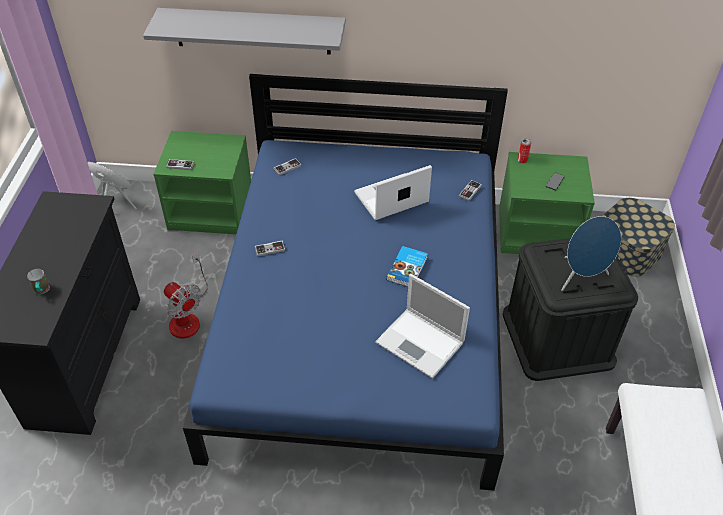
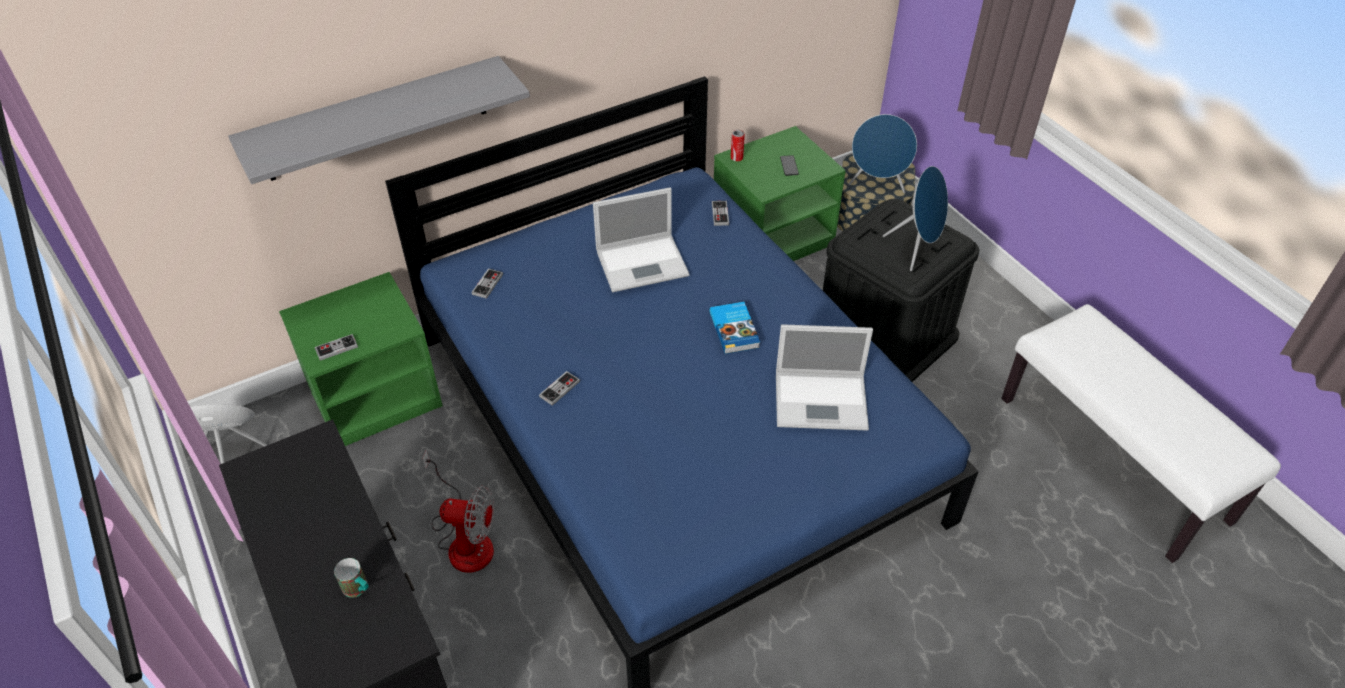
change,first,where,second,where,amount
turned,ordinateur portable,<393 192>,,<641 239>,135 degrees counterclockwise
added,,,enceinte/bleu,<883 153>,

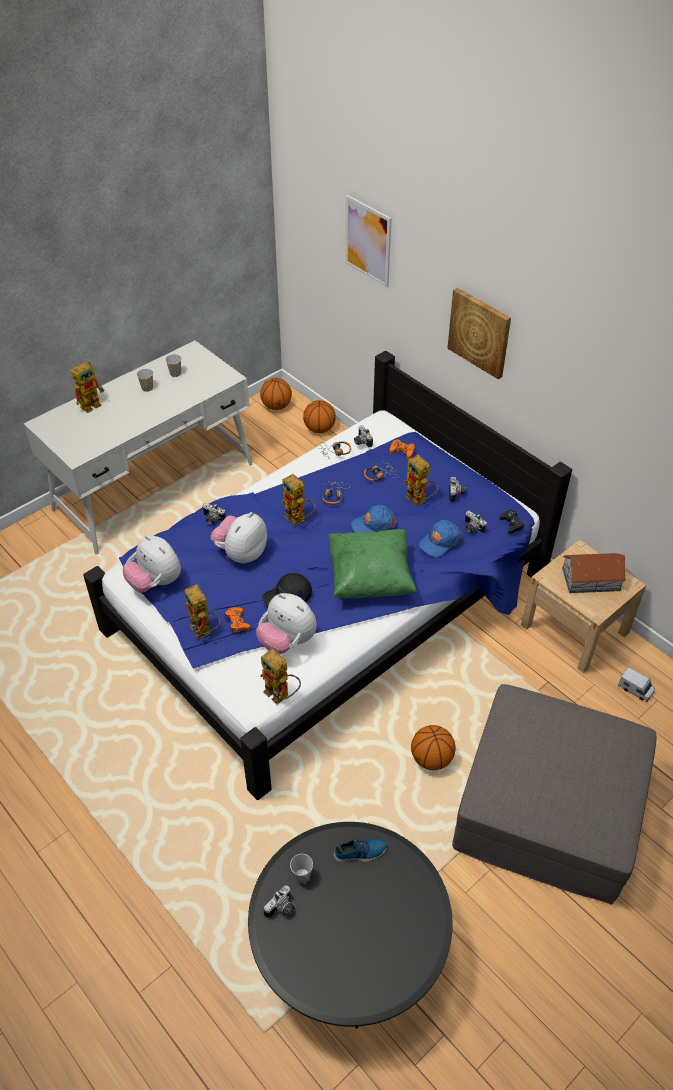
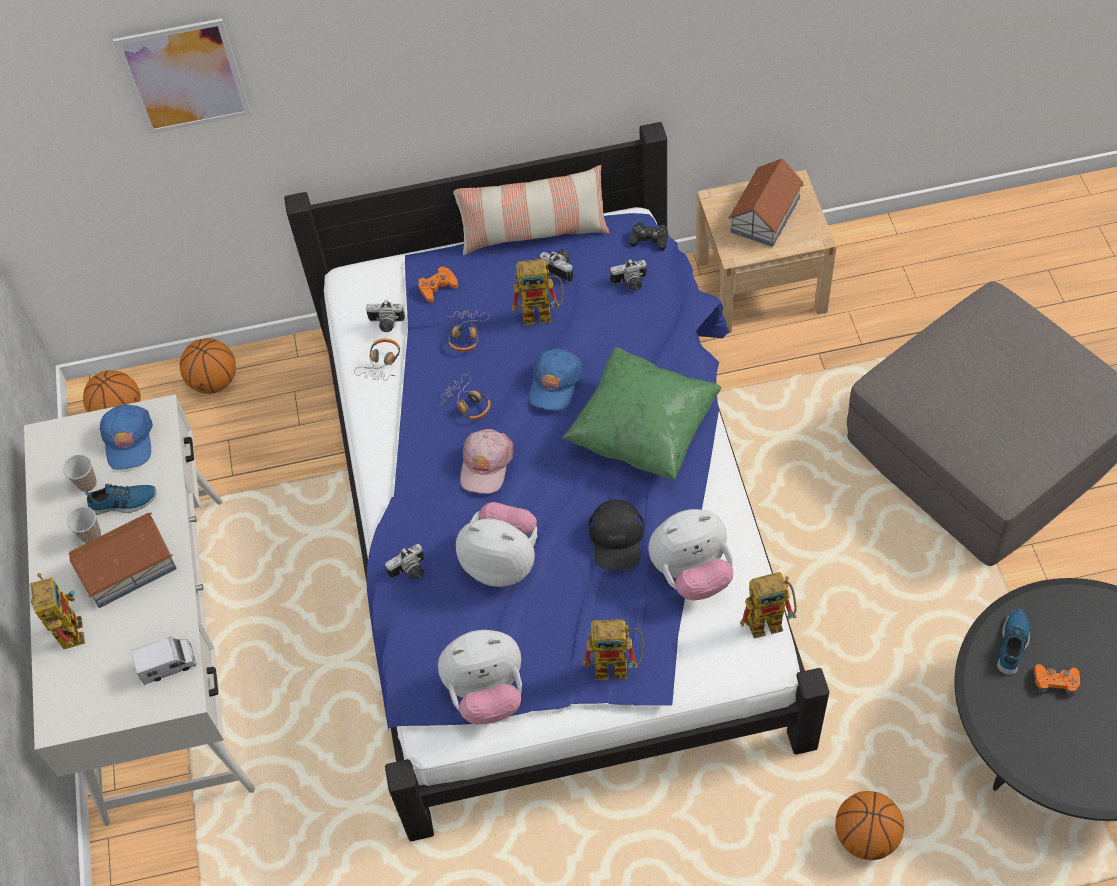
change,first,where,second,where,amount
added,,,maison miniature,<122 560>,
added,,,chaussure,<121 499>,
moved,casquette/bleu,<440 538>,,<126 437>,
moved,camion jouet,<636 684>,,<164 660>,
added,,,coussin,<531 210>,
turned,peluche,<238 537>,,<496 544>,135 degrees clockwise
replaced,robot jouet,<299 500>,casquette/rose,<486 461>,
moved,ballon de basket,<433 747>,,<869 825>,
moved,manette/orange,<237 619>,,<1057 680>,
removed,appareil photo,<279 901>,,,
removed,tasse,<301 868>,,,
removed,tableau,<479 333>,,,

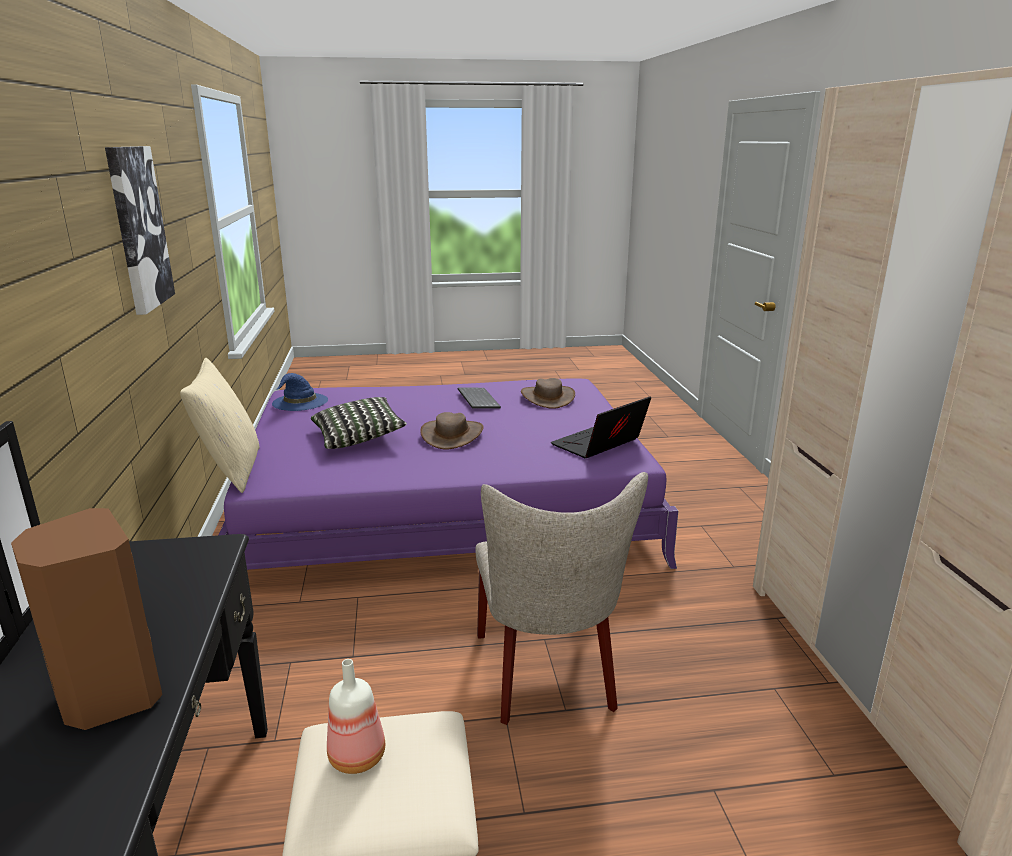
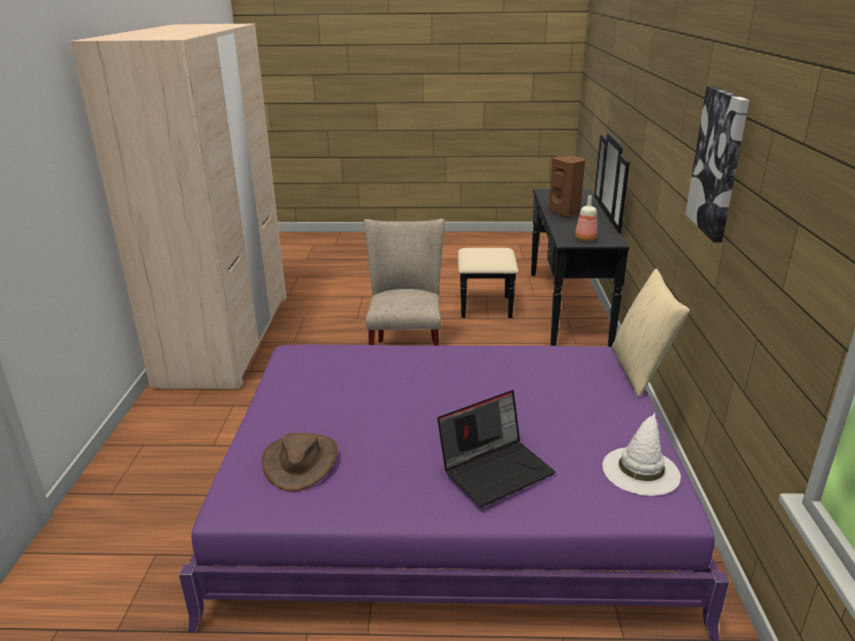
change,first,where,second,where,amount
moved,ordinateur portable,<601 427>,,<496 448>,
moved,bouteille,<356 716>,,<586 218>,
recoloured,chapeau/bleu,<300 392>,chapeau/blanc,<641 454>,
removed,coussin,<359 423>,,,
removed,chapeau/marron,<452 430>,,,
removed,clavier,<479 398>,,,

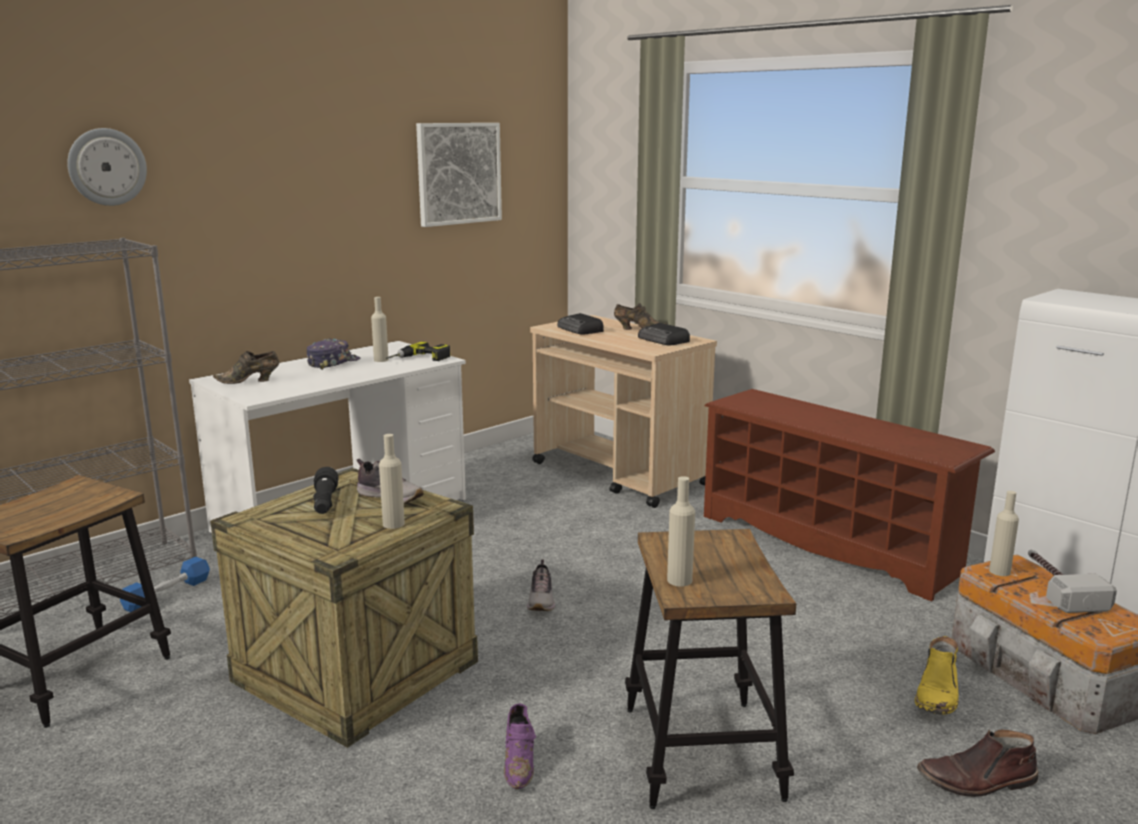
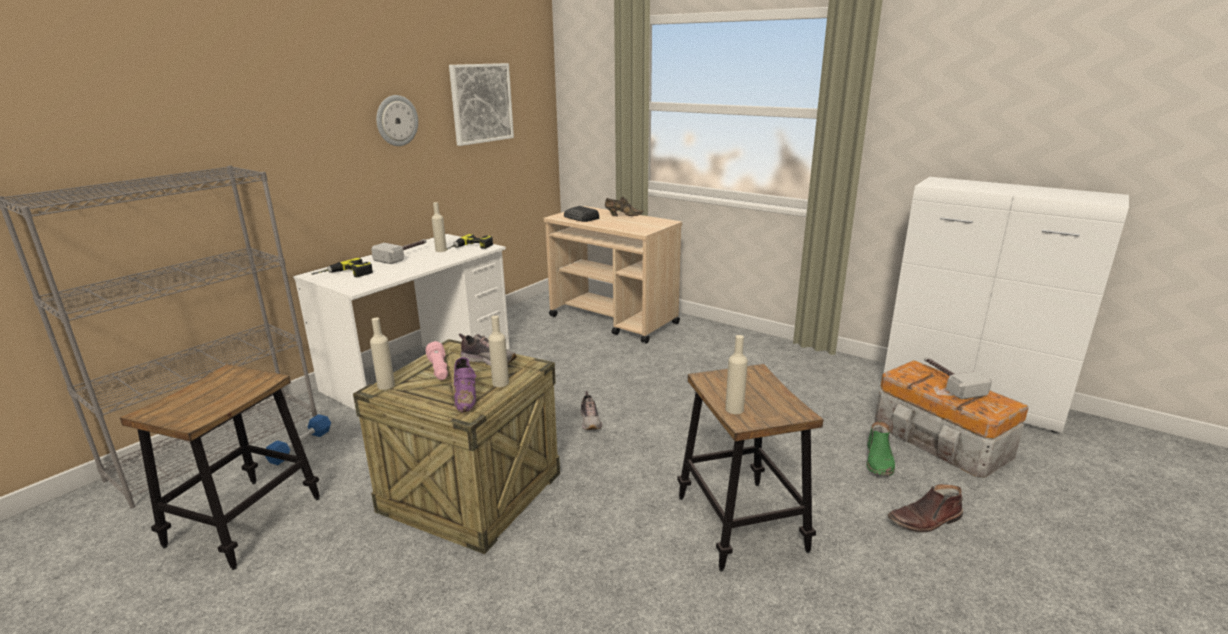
change,first,where,second,where,amount
replaced,chaussure/marron,<246 367>,perceuse,<342 267>,
moved,bouteille/beige,<1004 533>,,<382 354>,
replaced,casquette,<334 354>,marteau,<399 251>,
moved,horloge murale,<107 167>,,<397 120>,
recoloured,lampe de poche/noir,<325 490>,lampe de poche/rose,<437 360>,
moved,chaussure/violet,<520 746>,,<465 384>,
recoloured,botte/jaune,<936 675>,botte/vert,<880 448>,
removed,radio,<664 334>,,,
removed,étagère à chaussures/marron,<849 495>,,,

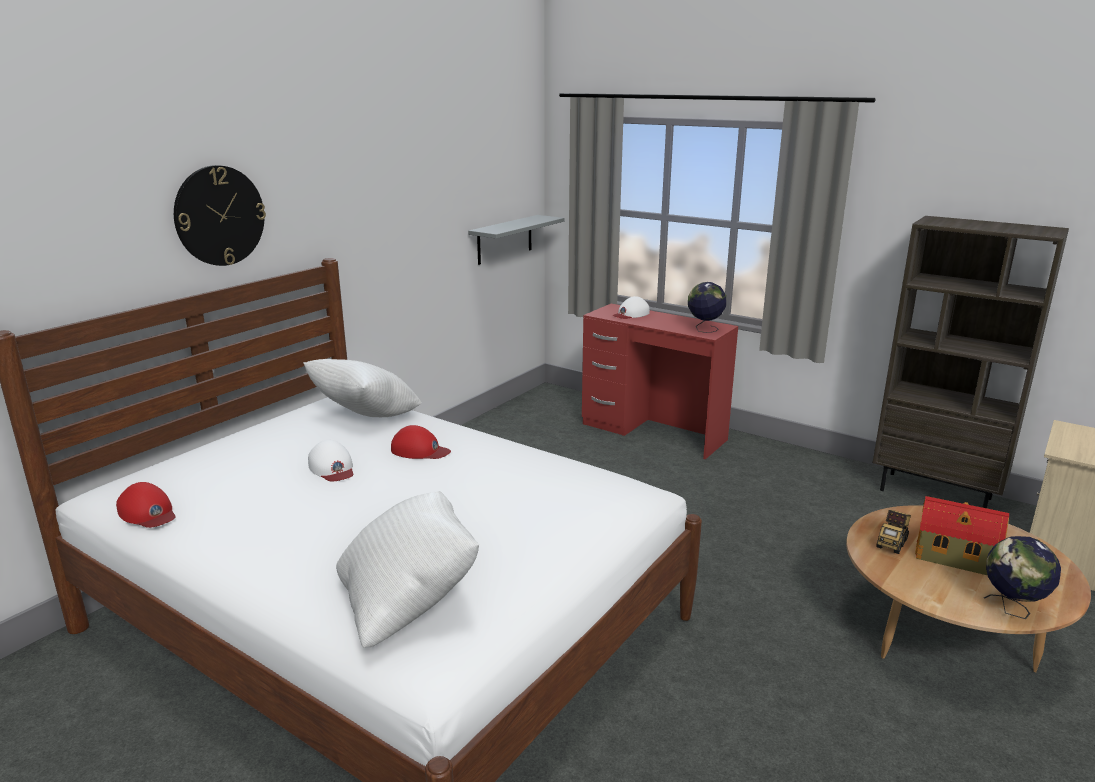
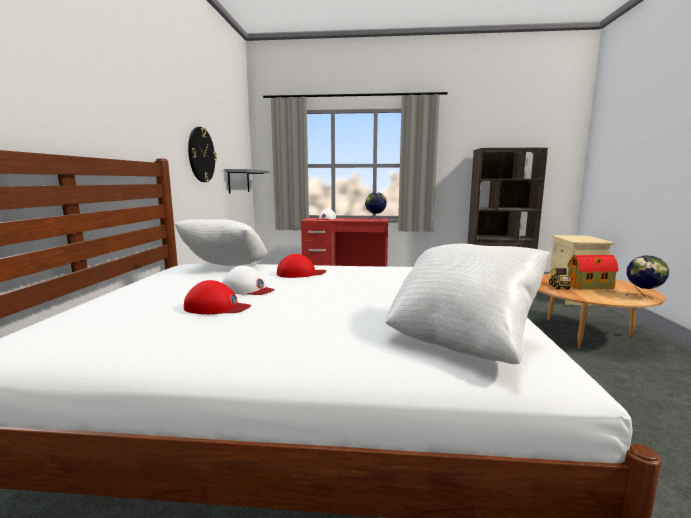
change,first,where,second,where,amount
moved,casquette/rouge,<146 505>,,<217 297>,
moved,horloge murale,<220 215>,,<202 154>,

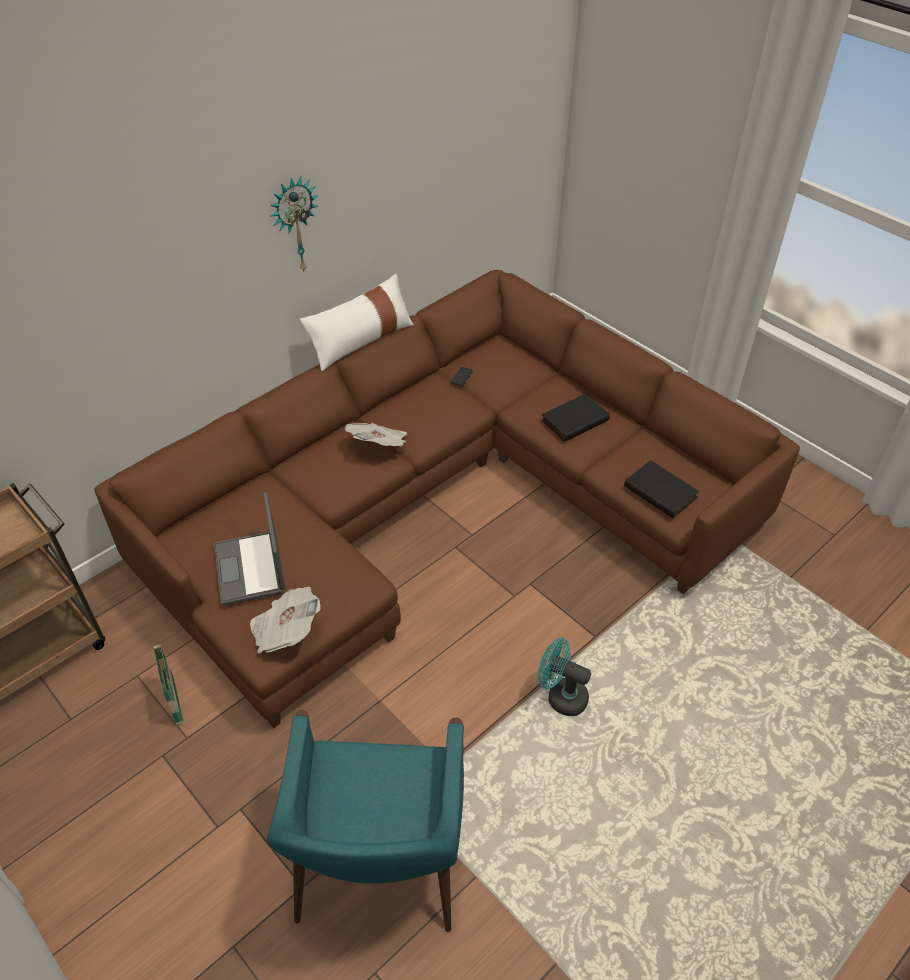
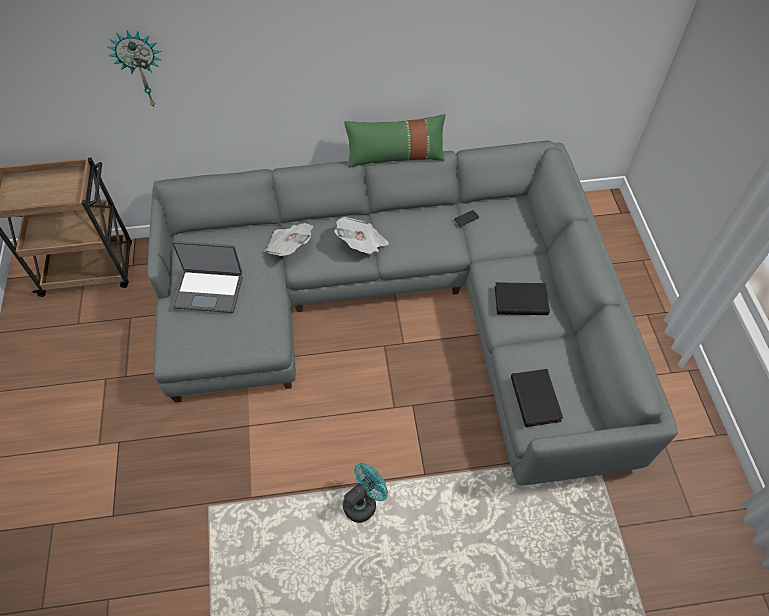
change,first,where,second,where,amount
moved,horloge murale,<294 224>,,<134 69>,
recoloured,canapé/marron,<447 499>,canapé/gris,<412 312>,
turned,ordinateur portable,<249 549>,,<207 277>,105 degrees counterclockwise
moved,journal,<285 620>,,<289 239>,
turned,ventilateur/turquoise,<564 677>,,<365 493>,75 degrees clockwise
recoloured,coussin/blanc,<357 322>,coussin/vert,<394 141>,
removed,panier,<167 684>,,,
removed,fauteuil/turquoise,<365 821>,,,

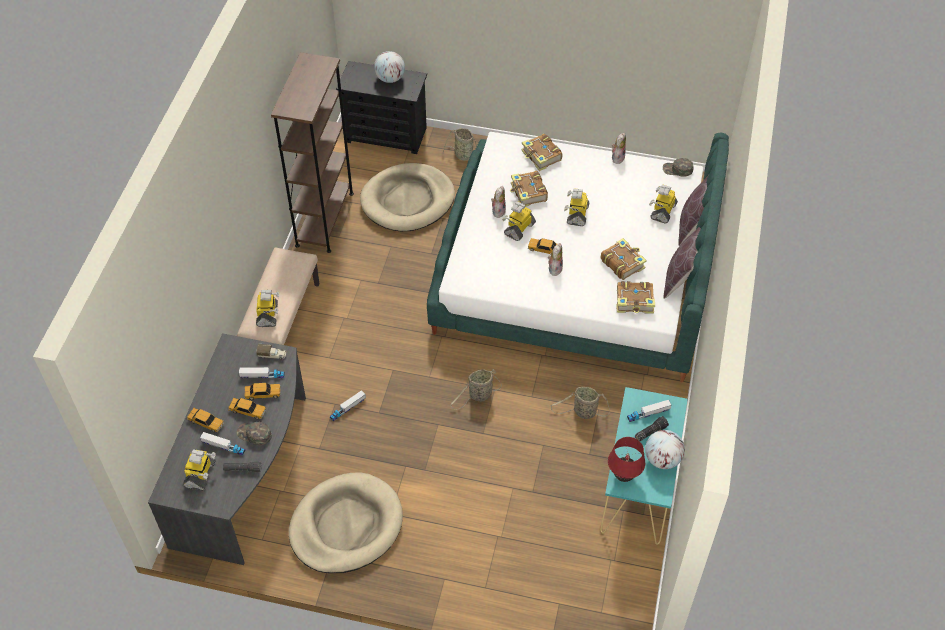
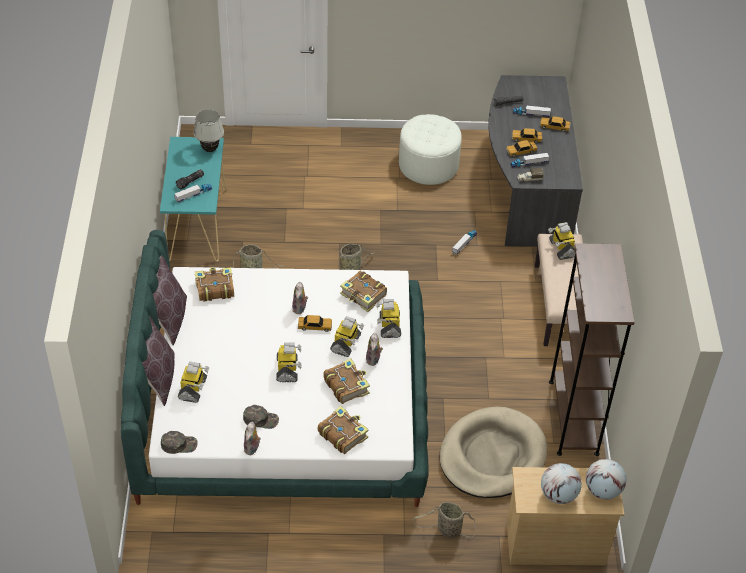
change,first,where,second,where,amount
recoloured,lampe de table/rouge,<626 459>,lampe de table/blanc,<208 130>,
moved,casquette/vert,<254 433>,,<261 417>,
moved,livre,<624 259>,,<363 291>,
moved,robot jouet,<199 470>,,<388 318>,
replaced,panier pour chien/beige,<346 522>,pouf/blanc,<430 149>,
recoloured,commode/noir,<381 107>,commode/beige,<566 516>,
moved,globe,<665 449>,,<606 479>,

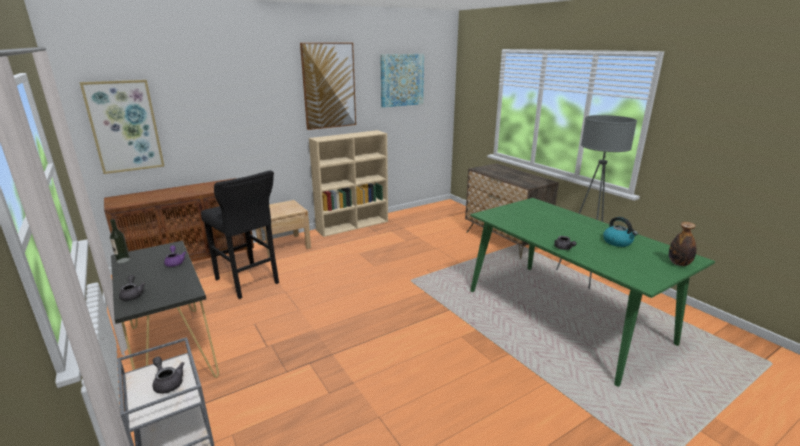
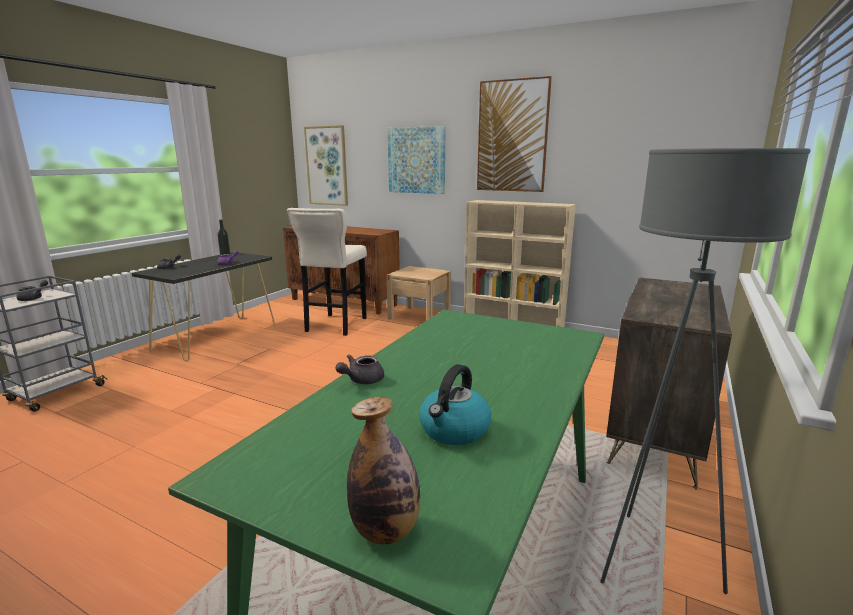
change,first,where,second,where,amount
recoloured,tabouret/noir,<240 235>,tabouret/beige,<327 272>,
moved,tableau,<402 80>,,<416 160>,

